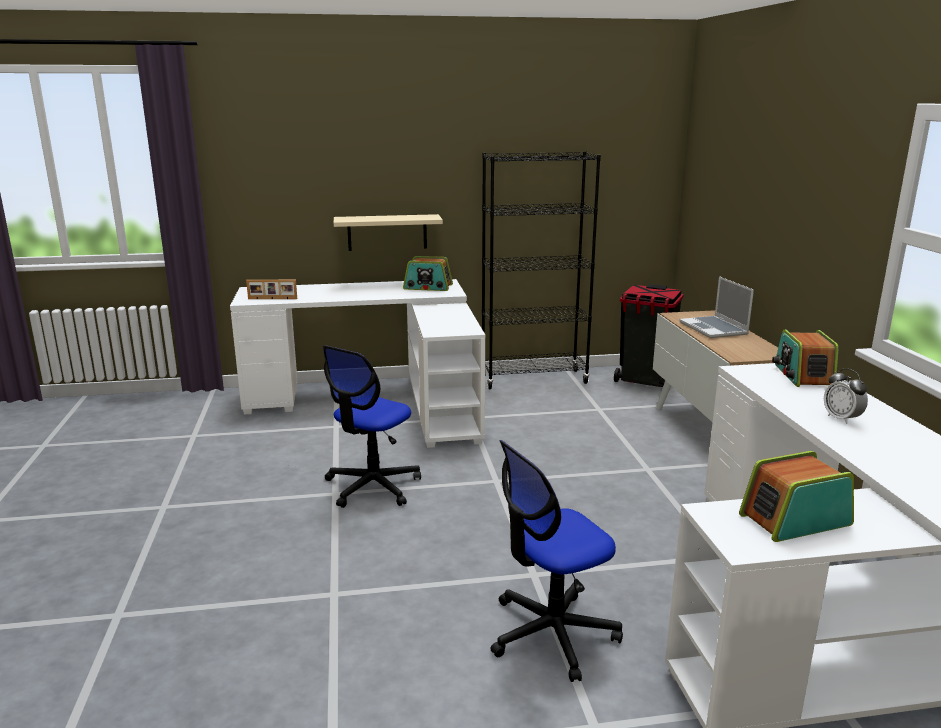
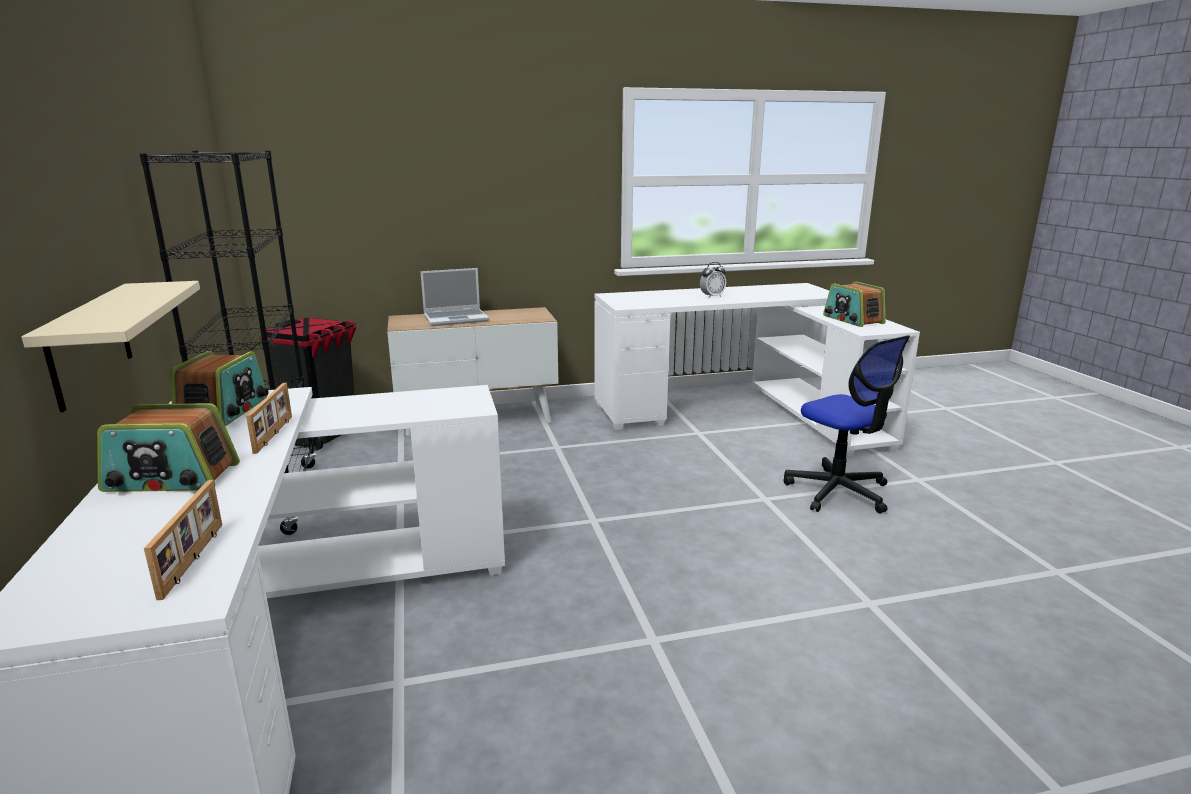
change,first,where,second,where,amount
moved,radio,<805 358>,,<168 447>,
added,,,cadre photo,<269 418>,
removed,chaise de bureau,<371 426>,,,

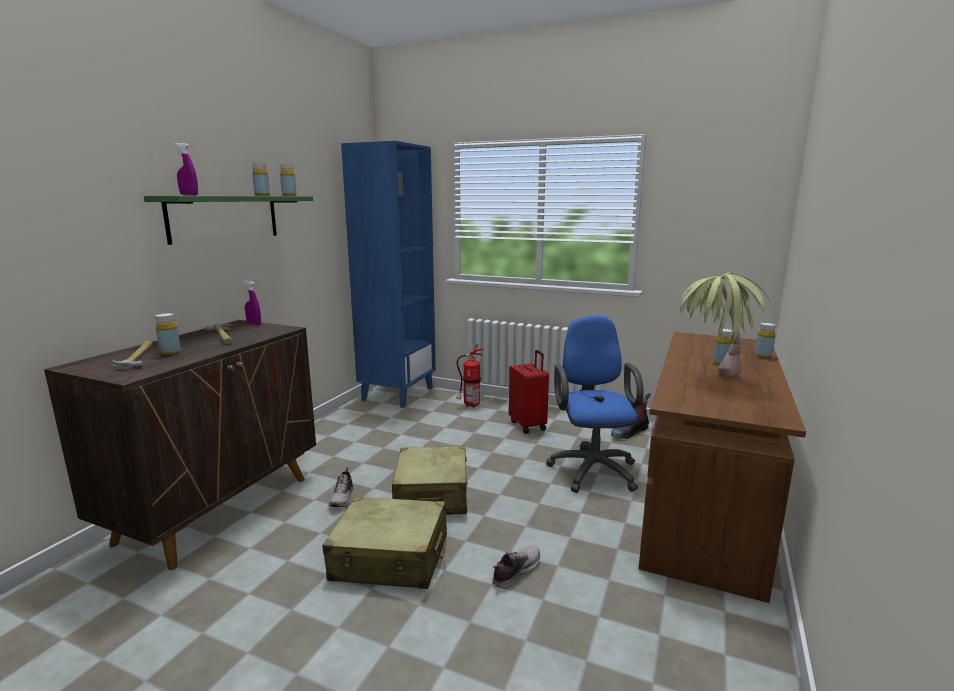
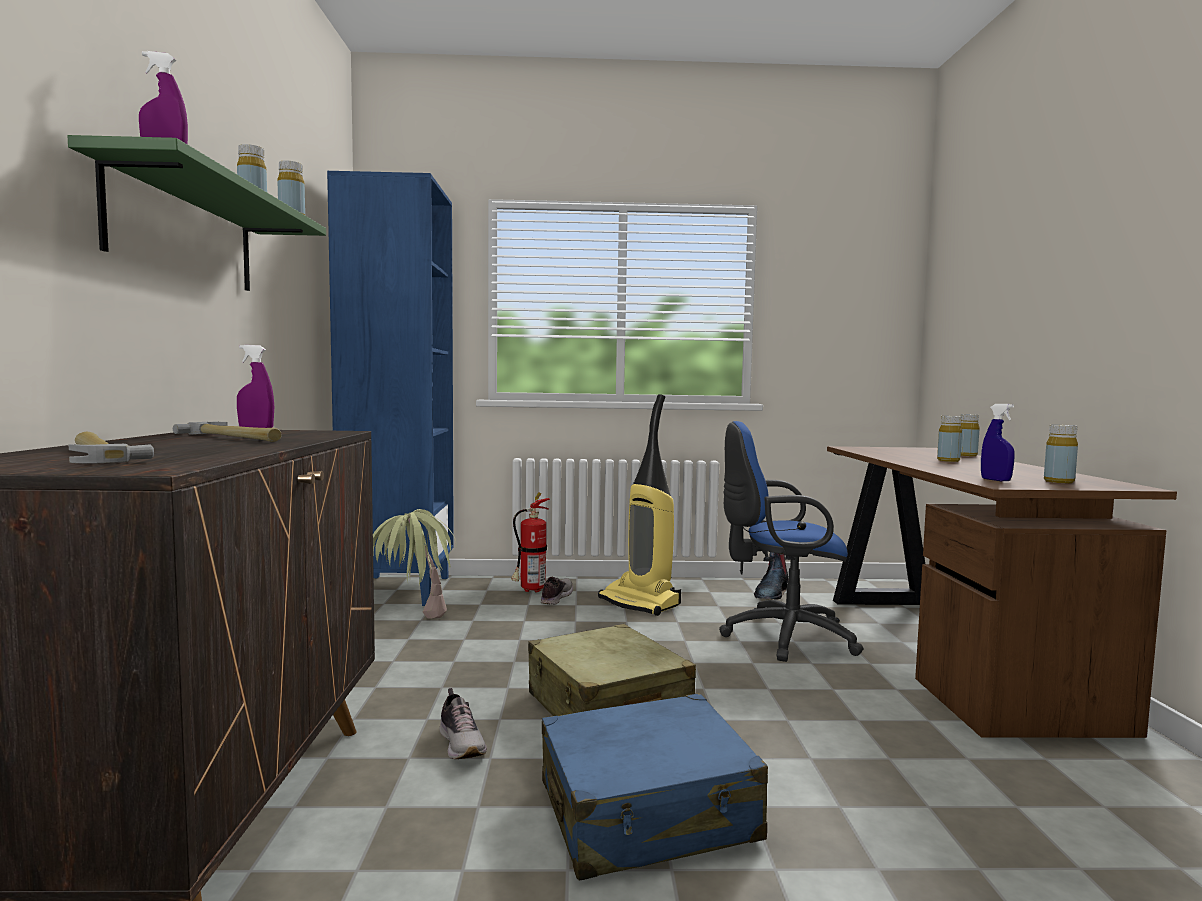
change,first,where,second,where,amount
moved,plante en pot,<725 324>,,<414 564>,
moved,chaussure,<516 567>,,<557 591>,
recoloured,valise/beige,<385 543>,valise/bleu,<655 787>,
replaced,valise/rouge,<529 392>,aspirateur,<639 505>,
turned,chaise de bureau/bleu,<595 404>,,<791 541>,60 degrees counterclockwise
added,,,vaporisateur/bleu,<998 442>,
moved,bouteille/jaune,<168 334>,,<1061 454>,

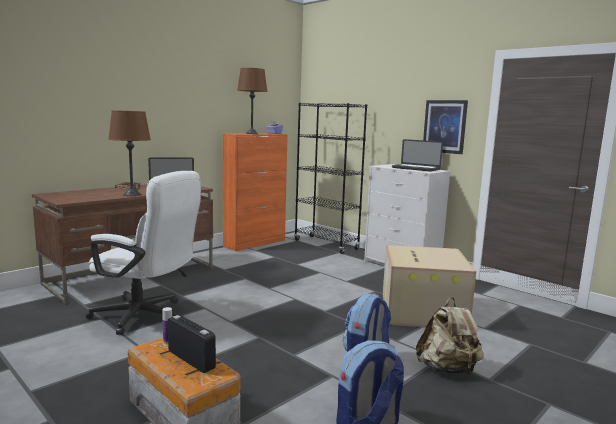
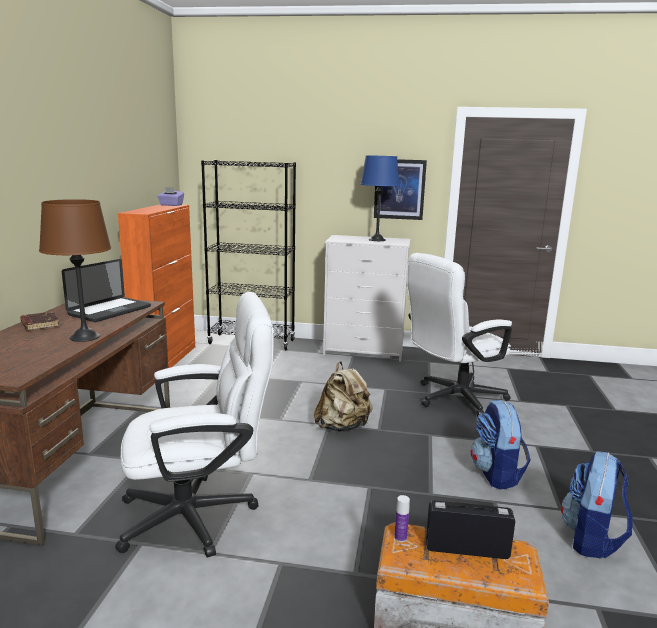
change,first,where,second,where,amount
moved,sac à dos/beige,<450 336>,,<343 396>,
replaced,ordinateur portable,<417 155>,lampe de table/bleu,<380 198>,
replaced,carton,<429 286>,chaise de bureau/blanc,<459 335>,
removed,lampe de table/marron,<252 101>,,,

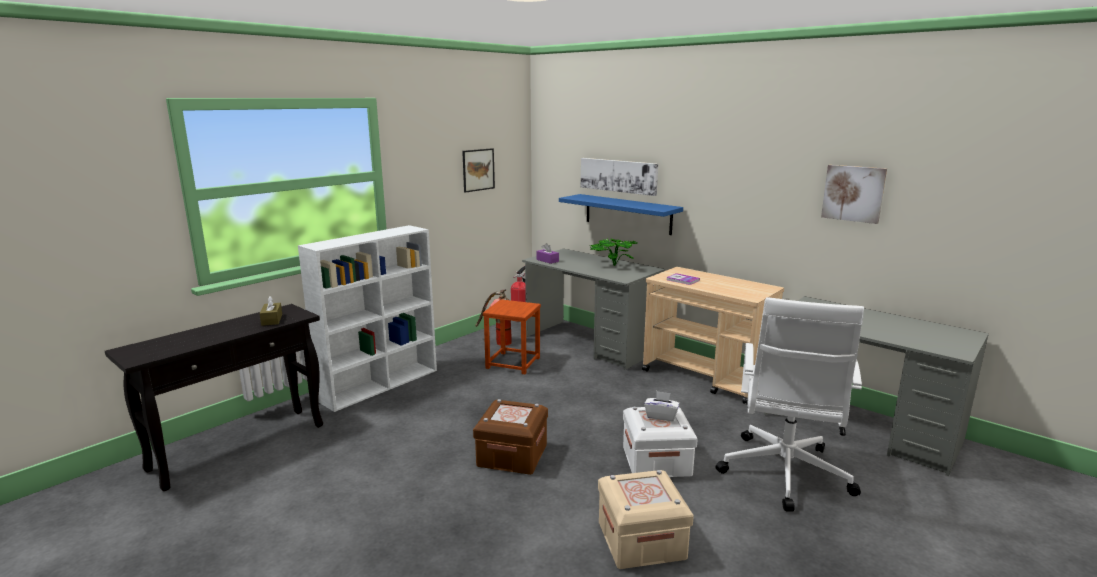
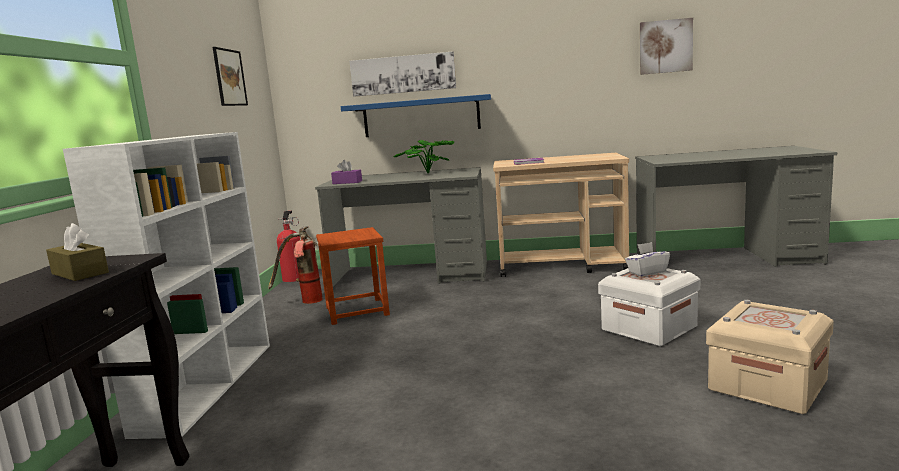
change,first,where,second,where,amount
removed,boîte de rangement/marron,<510 437>,,,
removed,chaise de bureau/blanc,<790 404>,,,

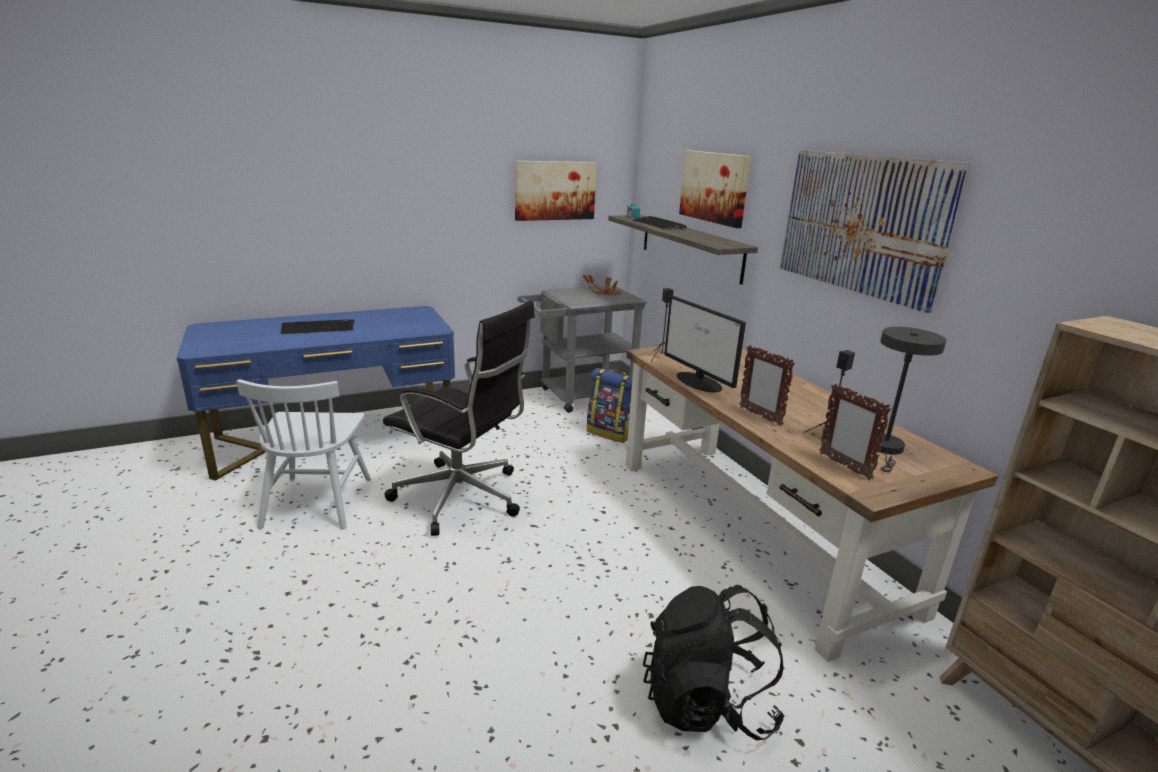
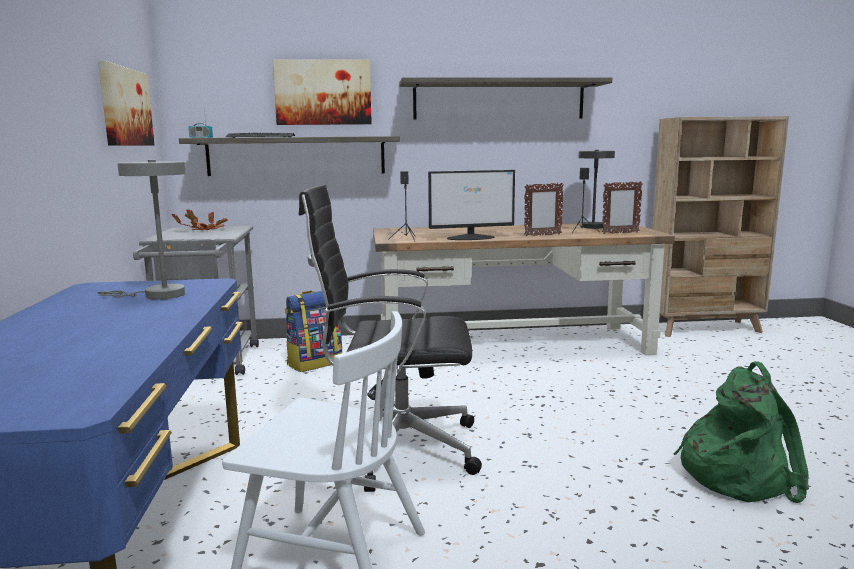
change,first,where,second,where,amount
added,,,lampe de table/gris,<141 230>,
turned,chaise de bureau/noir,<459 418>,,<390 338>,135 degrees counterclockwise
replaced,tableau,<875 231>,étagère,<505 98>,
added,,,sac à dos/vert,<741 432>,
removed,clavier,<317 326>,,,
removed,sac à dos/noir,<714 662>,,,

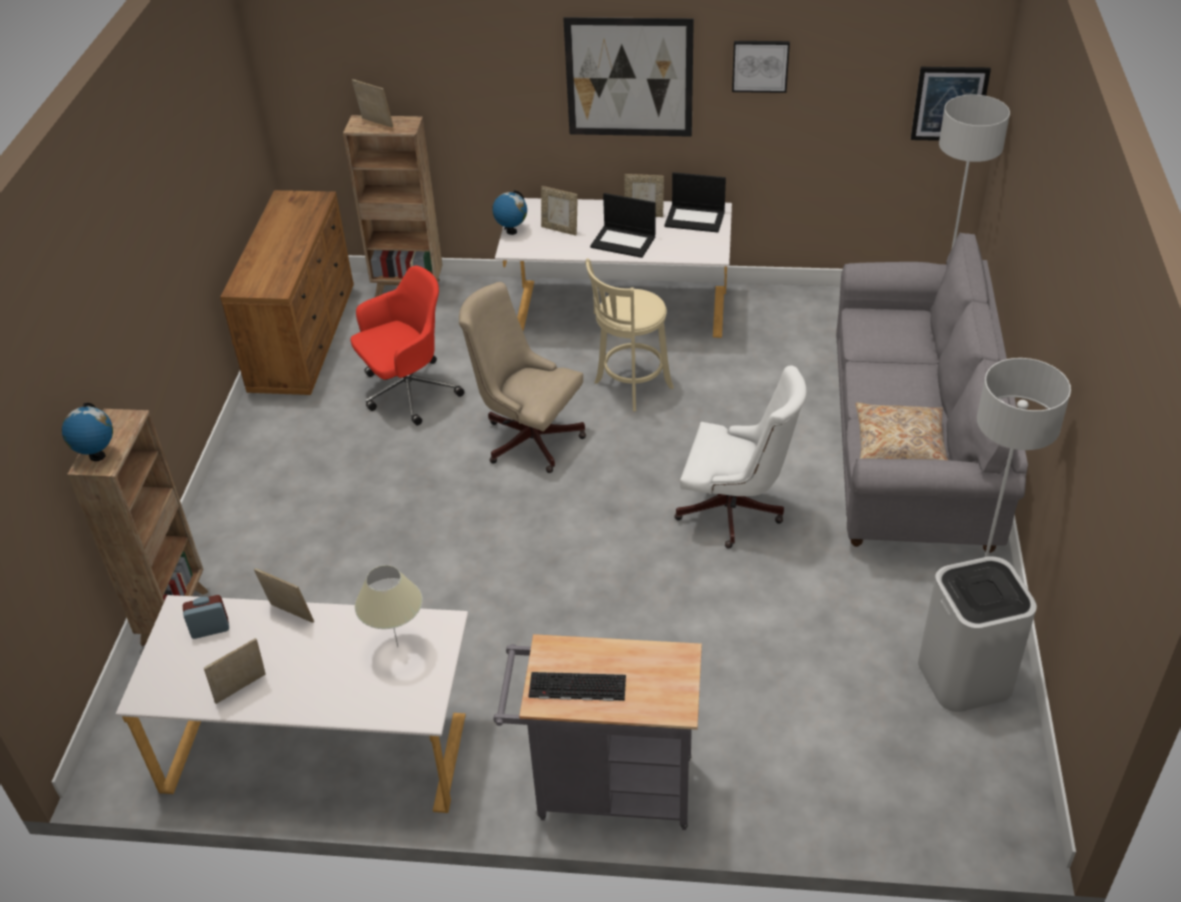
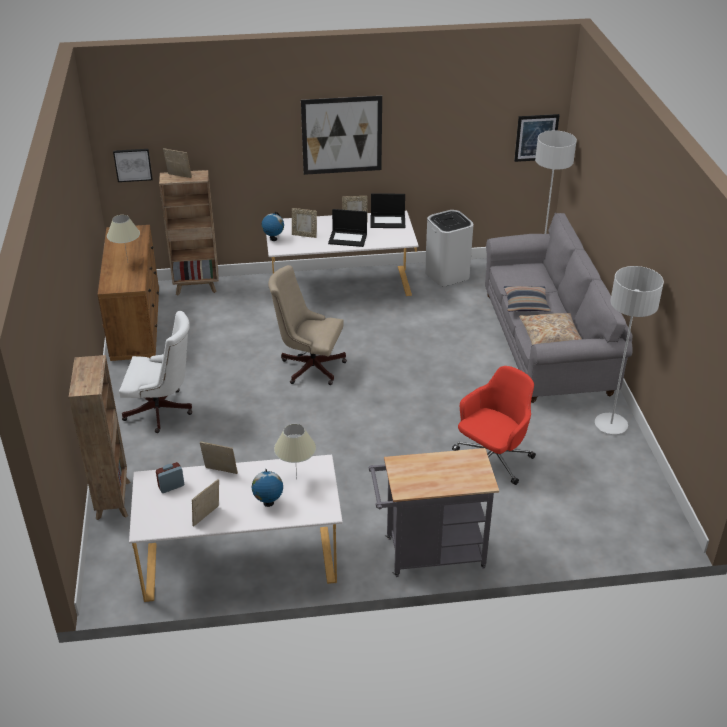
change,first,where,second,where,amount
added,,,lampe de table/beige,<123 238>,
moved,tableau,<761 67>,,<133 165>,
moved,chaise de bureau/blanc,<740 456>,,<155 372>,
moved,globe,<87 432>,,<267 488>,
moved,poubelle/blanc,<977 634>,,<449 248>,
moved,chaise de bureau/rouge,<407 345>,,<494 425>,
added,,,coussin,<527 299>,
removed,clavier,<577 686>,,,
removed,tabouret/beige,<629 334>,,,

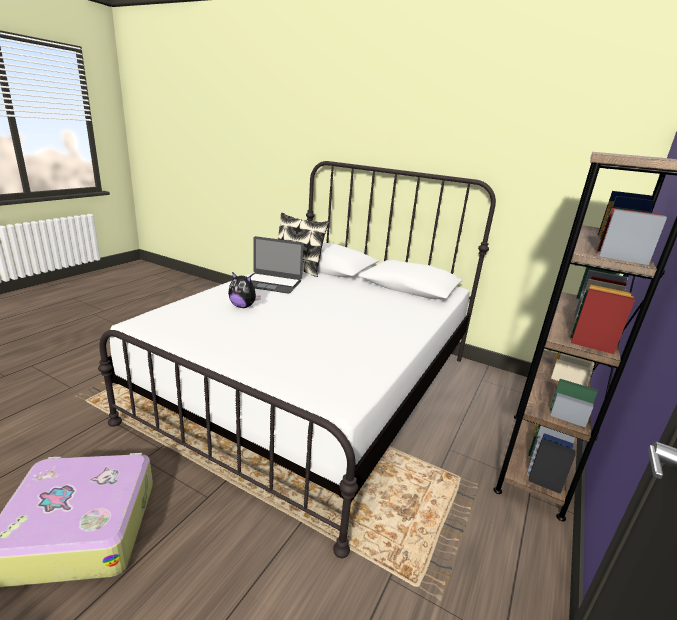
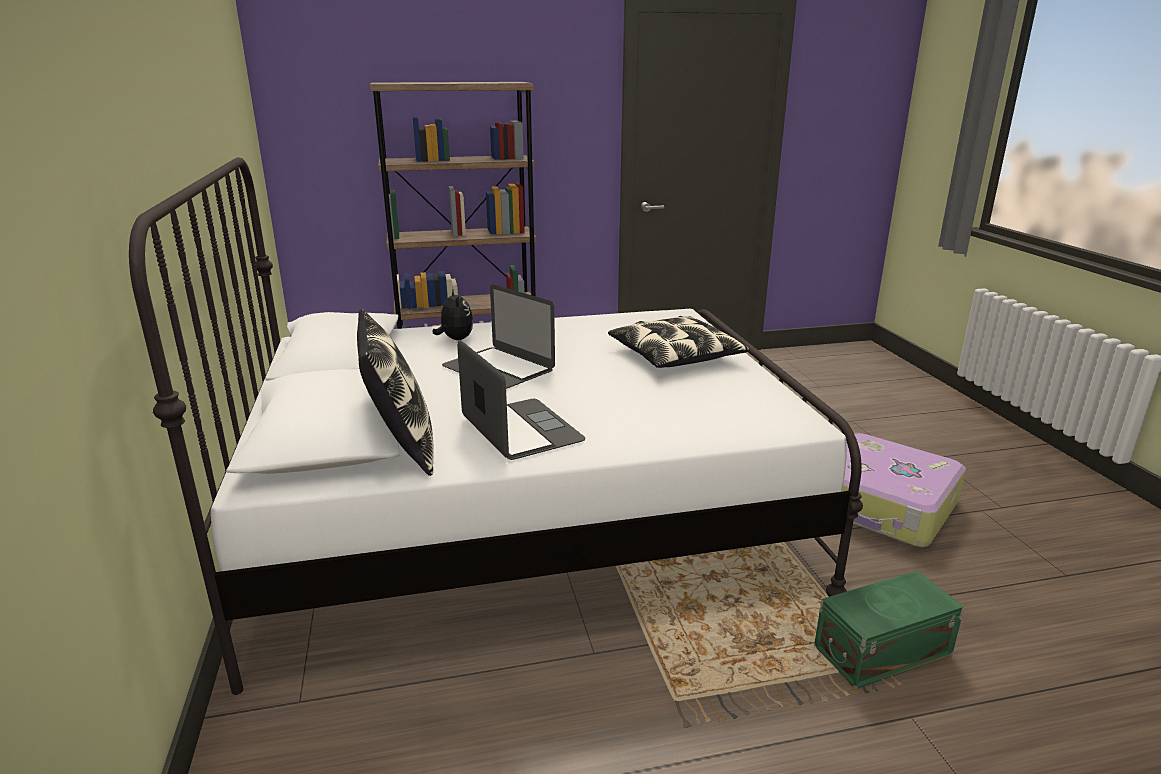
change,first,where,second,where,amount
moved,peluche,<244 290>,,<453 314>,
added,,,ordinateur portable,<498 336>,
added,,,coussin,<679 342>,
added,,,boîte de rangement/vert,<889 630>,

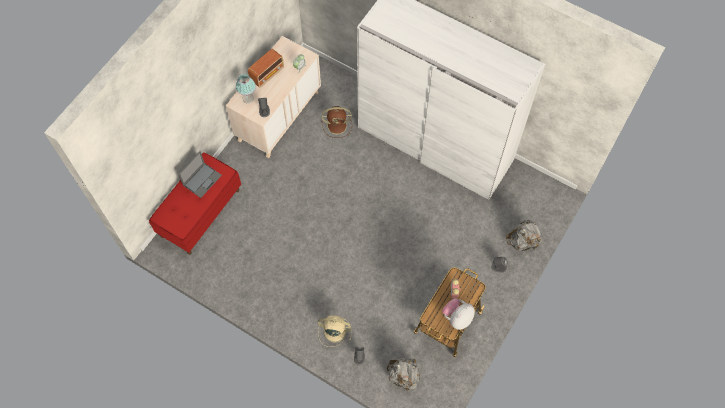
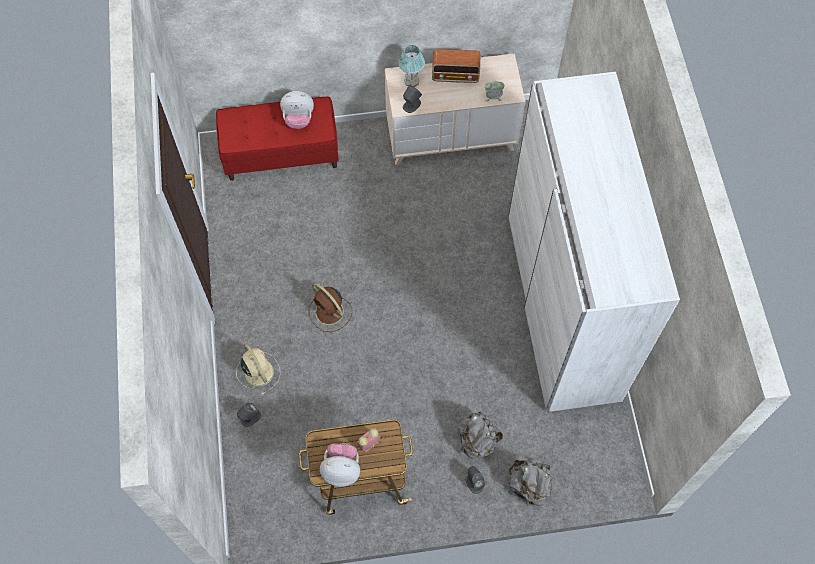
change,first,where,second,where,amount
replaced,ordinateur portable,<200 174>,peluche,<297 110>,
moved,ventilateur/marron,<337 122>,,<330 307>,
moved,sac à dos/gris,<403 374>,,<480 435>,

